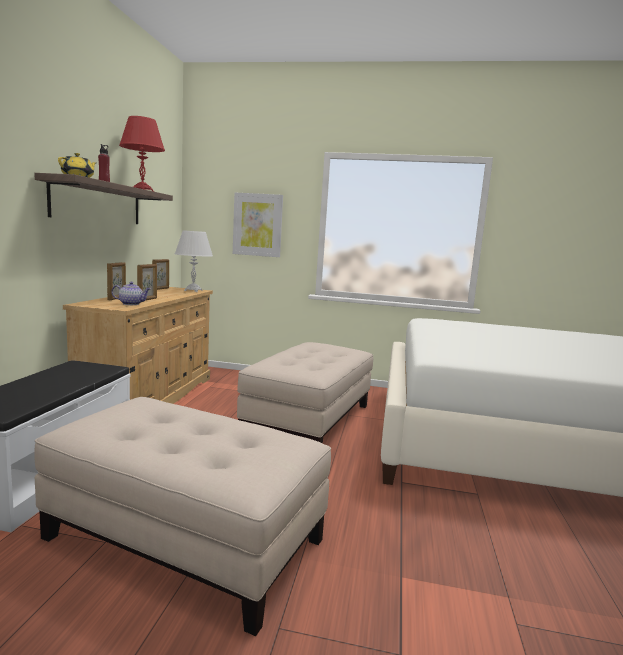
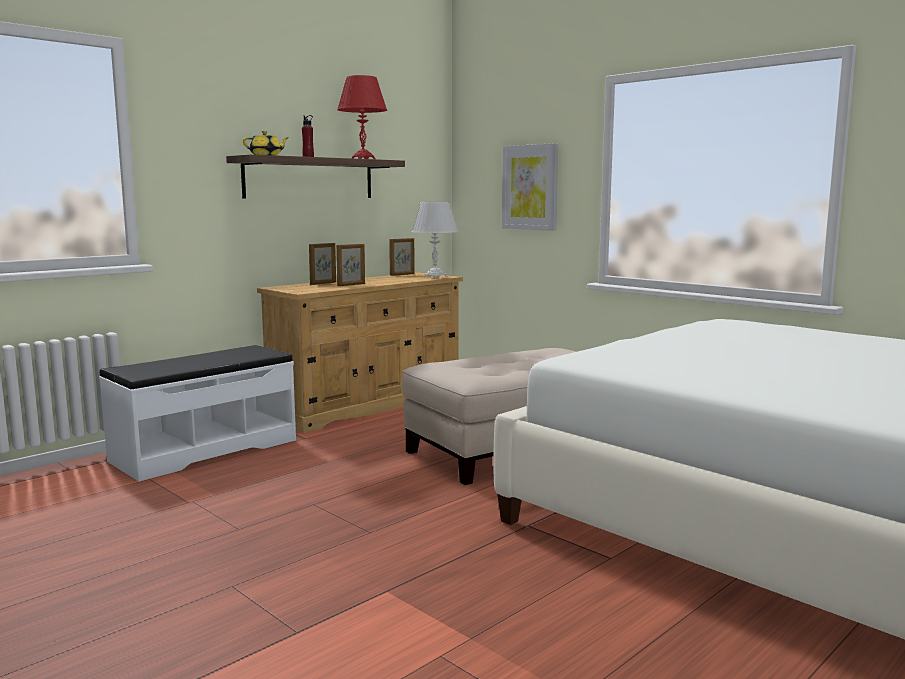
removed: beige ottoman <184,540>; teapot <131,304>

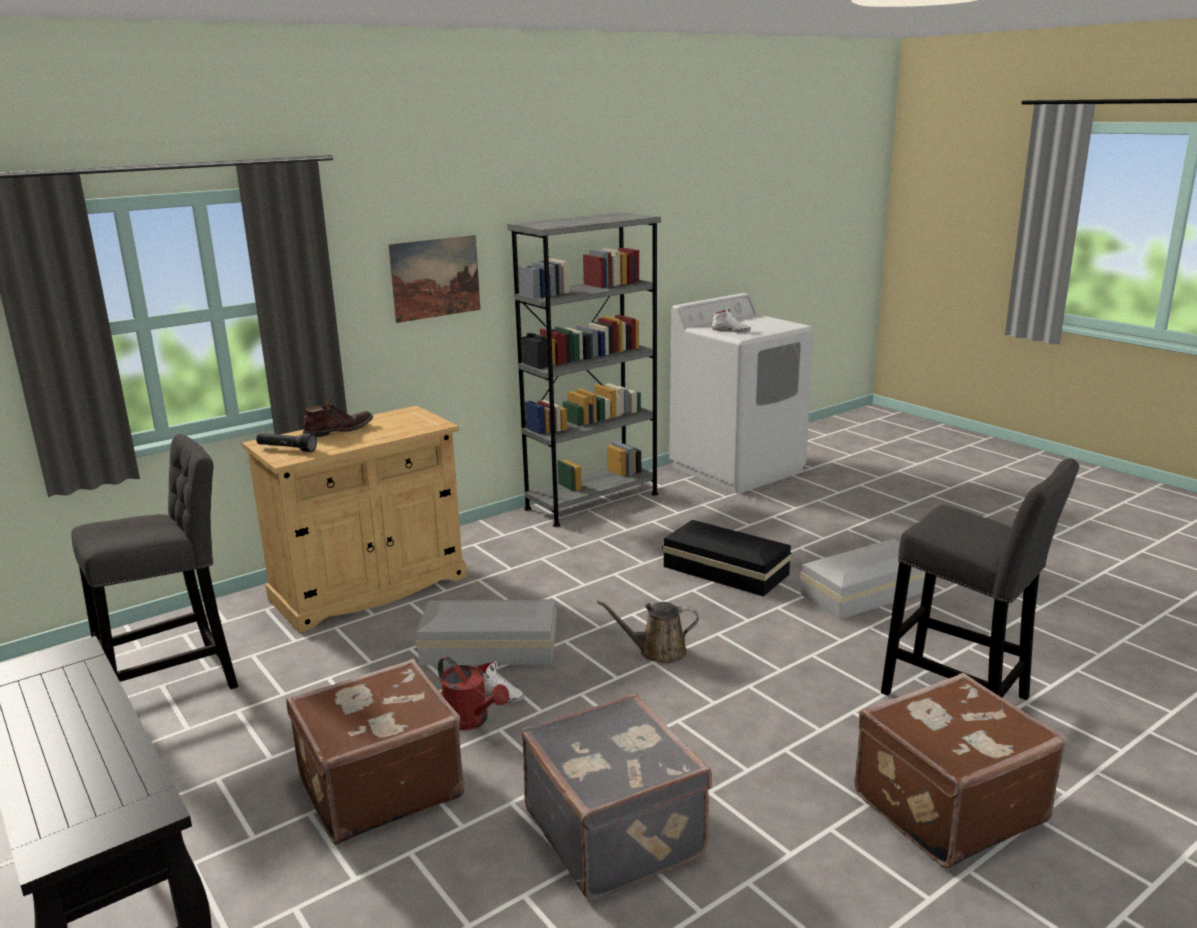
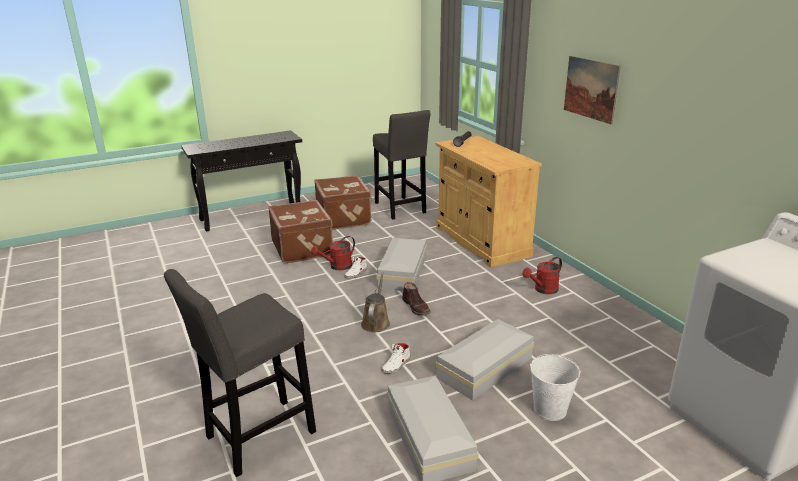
removed: grey bookcase <592,501>; grey suitcase <616,832>
added: red watering can <543,290>; white bucket <550,409>
moved: brown boot <338,430> to <416,307>; white shoe <731,330> to <396,365>; brown suitcase <946,806> to <344,218>
recoloured: black storage box <724,569> to white storage box <487,367>

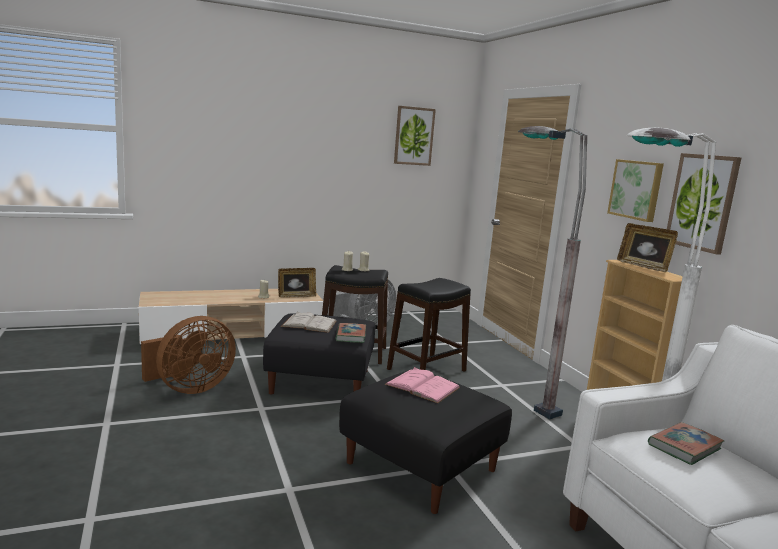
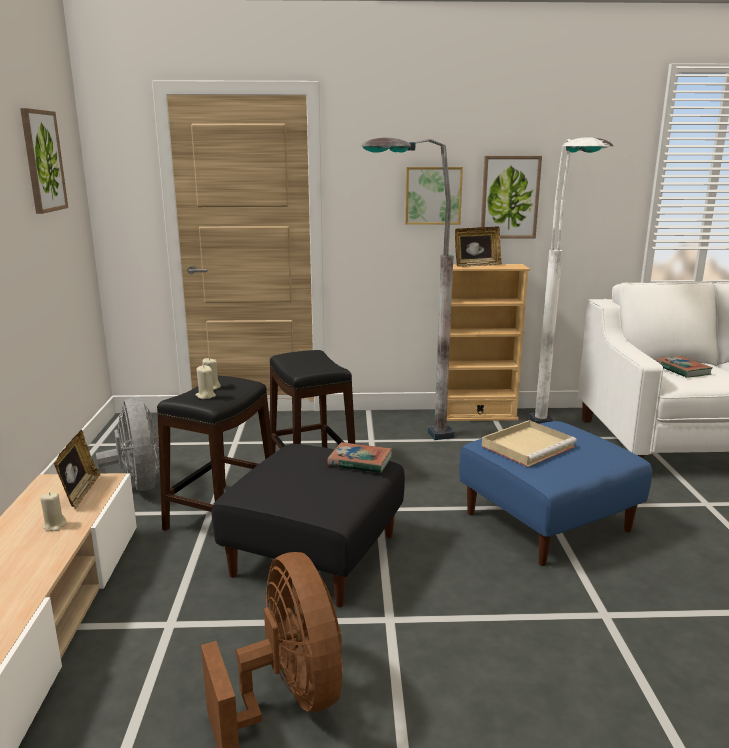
removed: white book <309,324>
replaced: pink book <422,386> to beige tray <528,446>
recoloured: black ottoman <422,466> to blue ottoman <547,521>

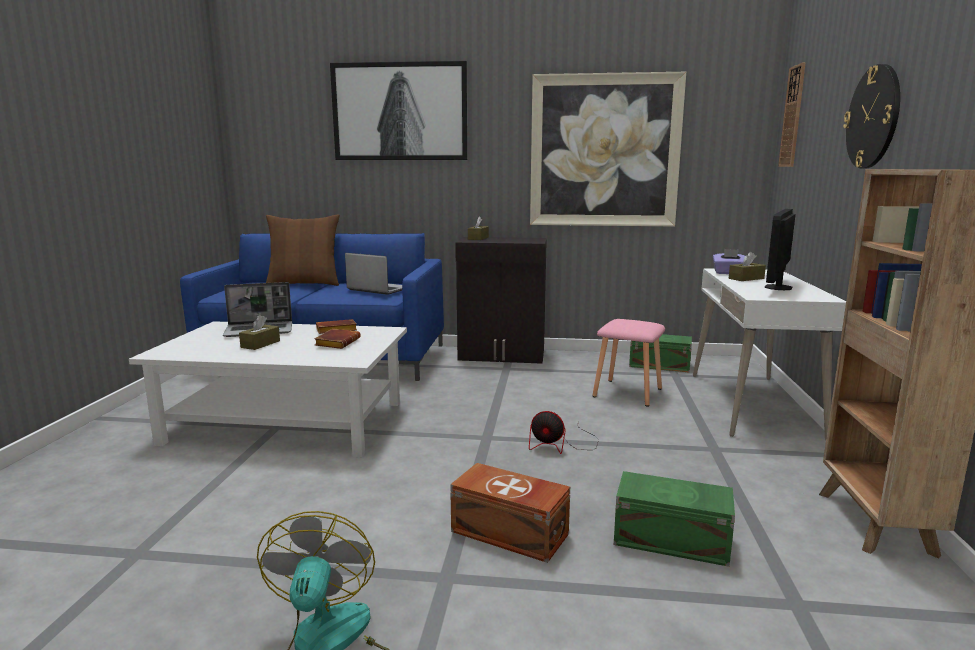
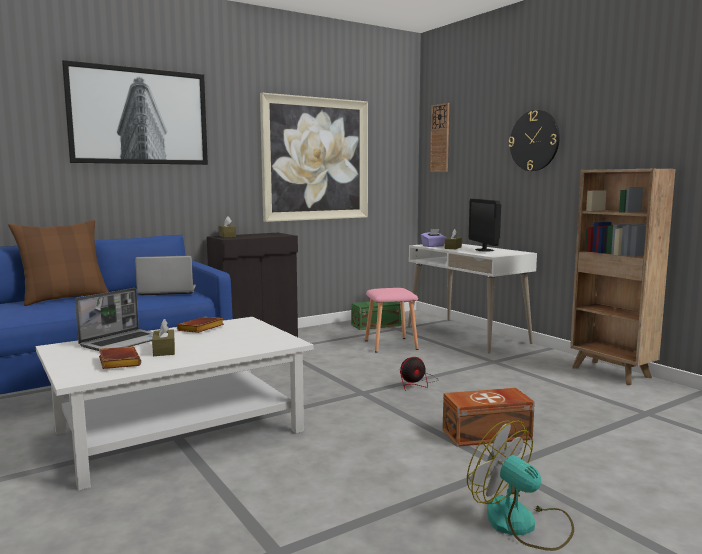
removed: green storage box <672,541>
moved: brown book <337,342> to <117,362>

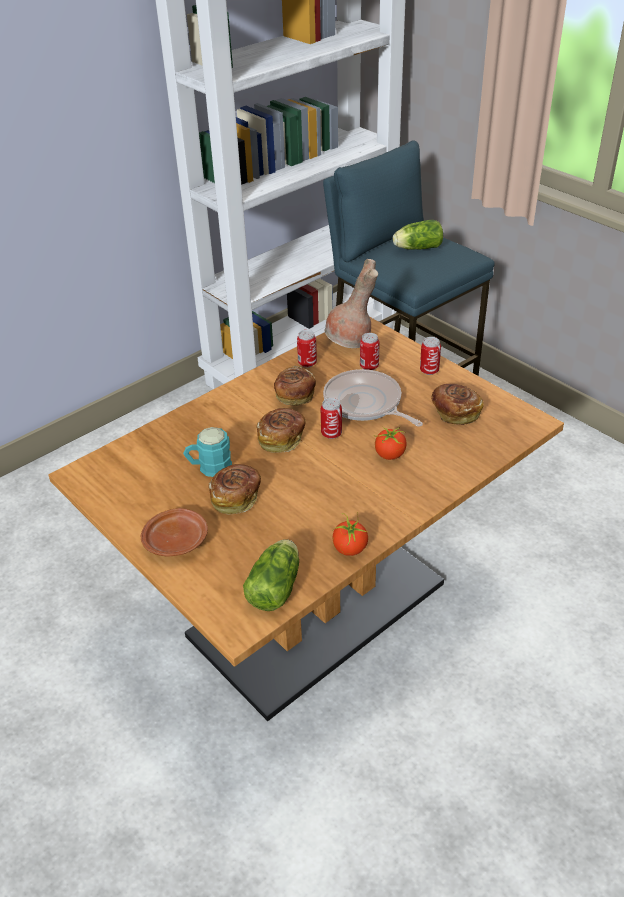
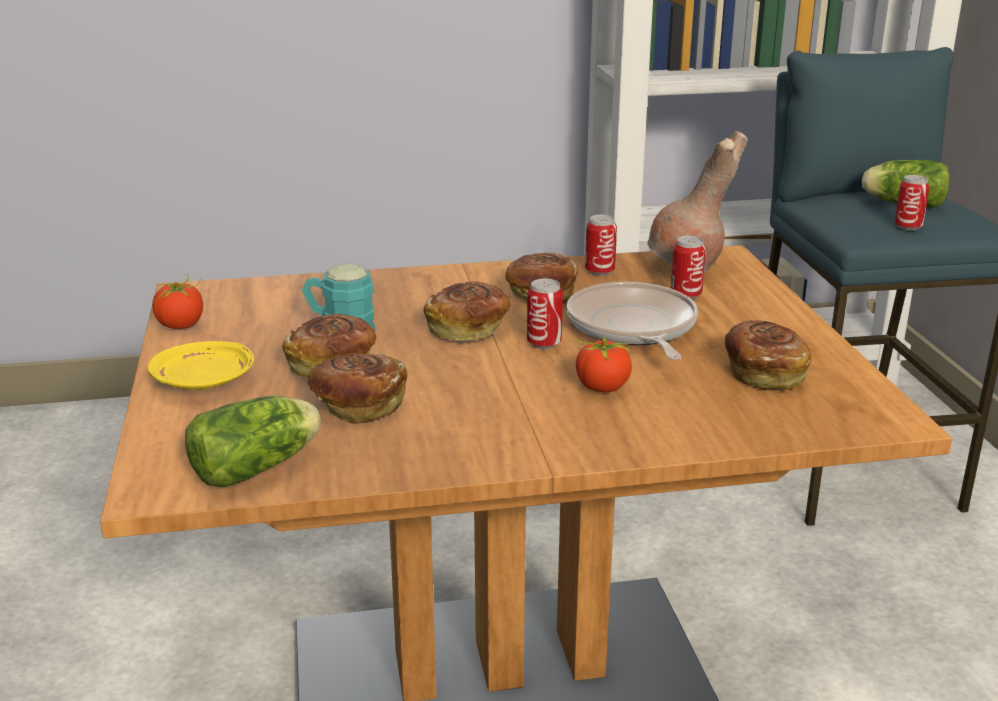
added: bread <358,406>
moved: tomato <350,548> to <181,325>; can <429,370> to <908,227>
recoloured: brown plate <177,540> to yellow plate <205,381>

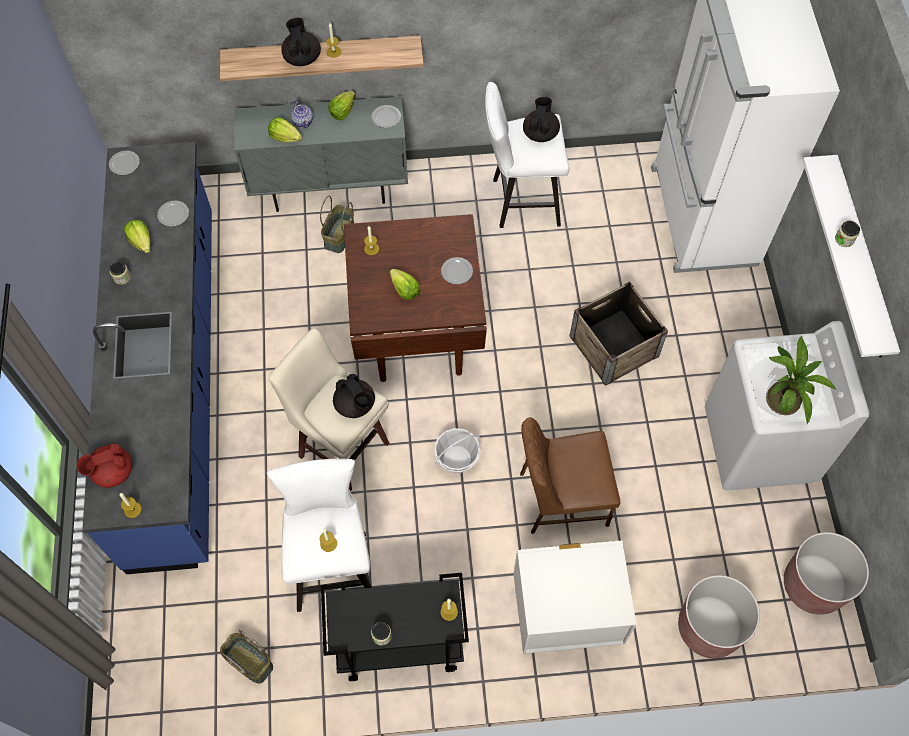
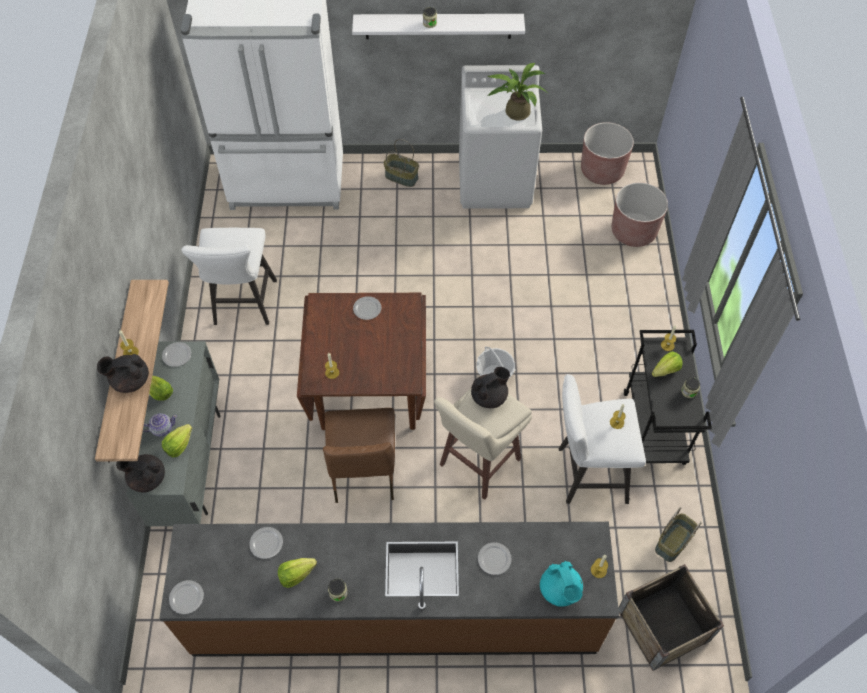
removed: white nightstand <565,618>
added: plate <493,559>
moved: basket <340,236> to <402,177>; lettuce <404,290> to <665,370>; brown chair <561,497> to <363,471>; black teapot <540,133> to <147,478>; crate <613,346> to <663,625>
recoloured: red teapot <112,472> to turquoise teapot <560,590>; blue counter <176,382> to brown counter <395,612>

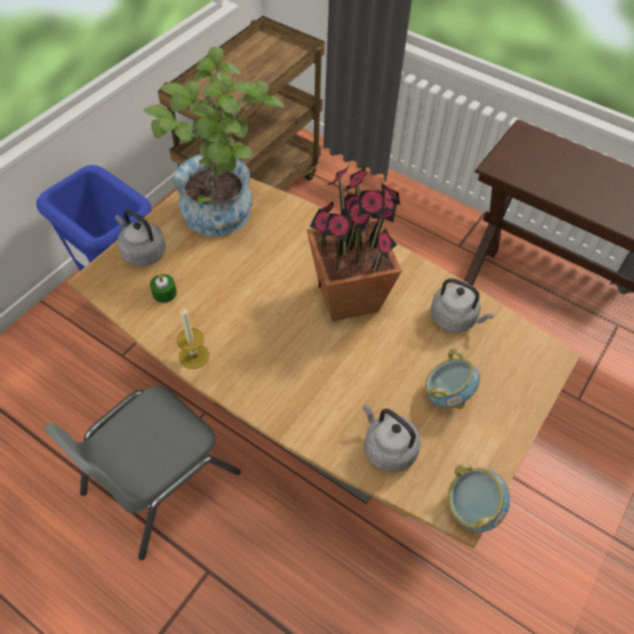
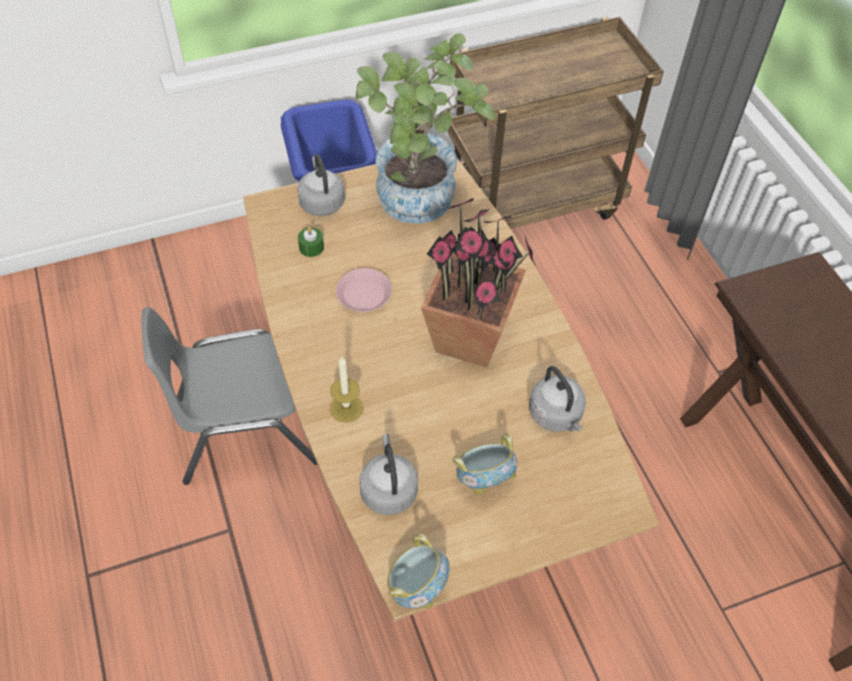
added: pink plate <363,294>
moved: candle <194,356> to <346,408>

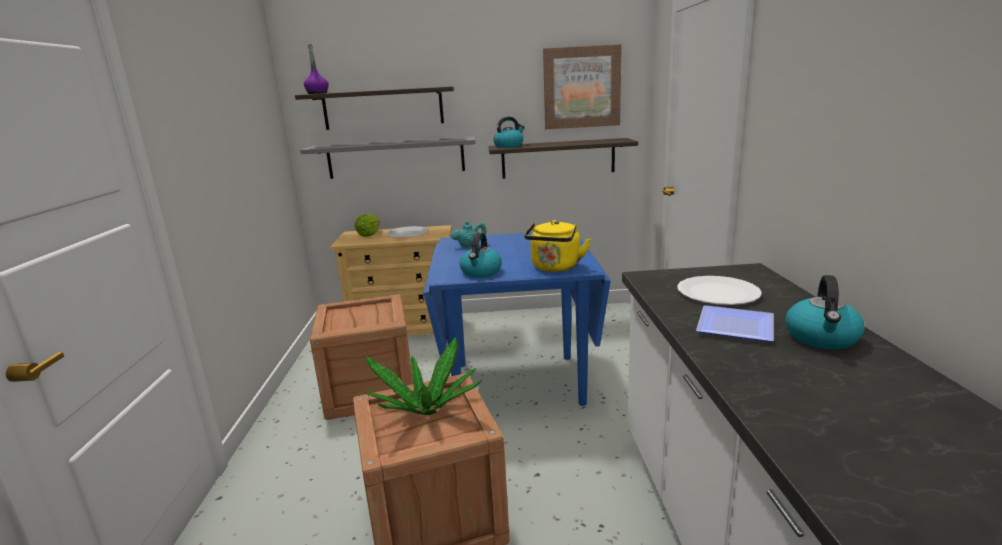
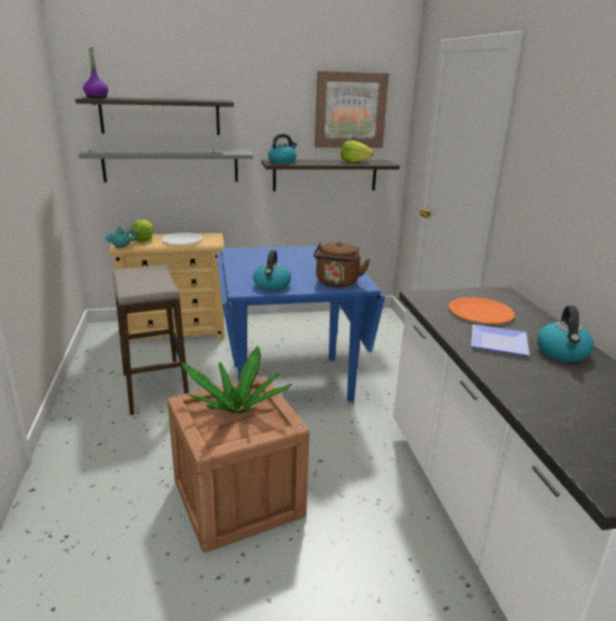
added: lettuce <354,162>
moved: turquoise teapot <469,246> to <122,247>
replaced: crate <370,390> to stool <155,389>
recoloured: yellow kettle <555,268> to brown kettle <337,283>; white plate <718,293> to orange plate <480,312>

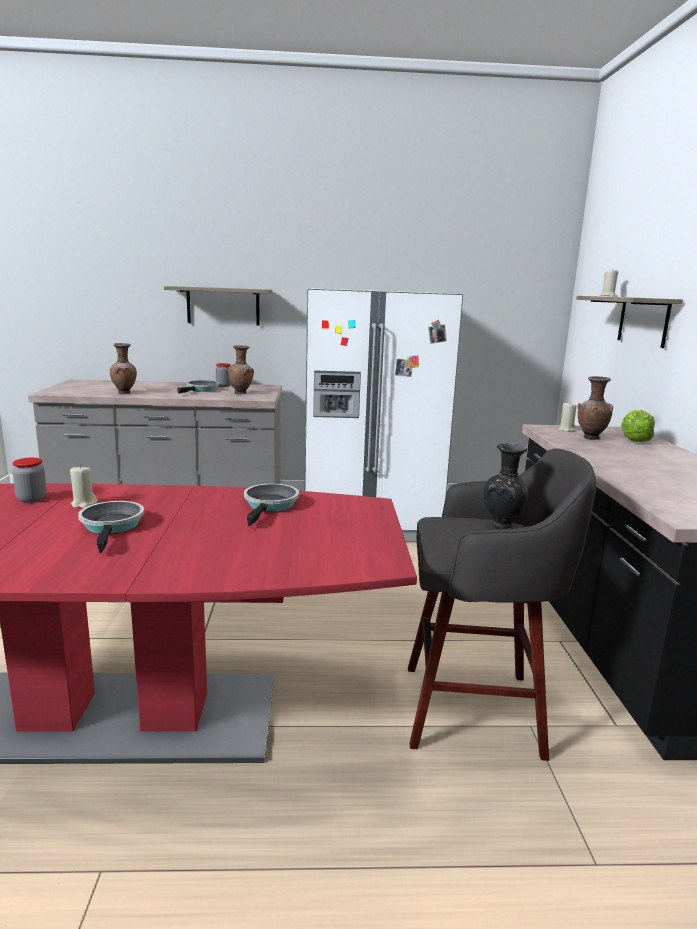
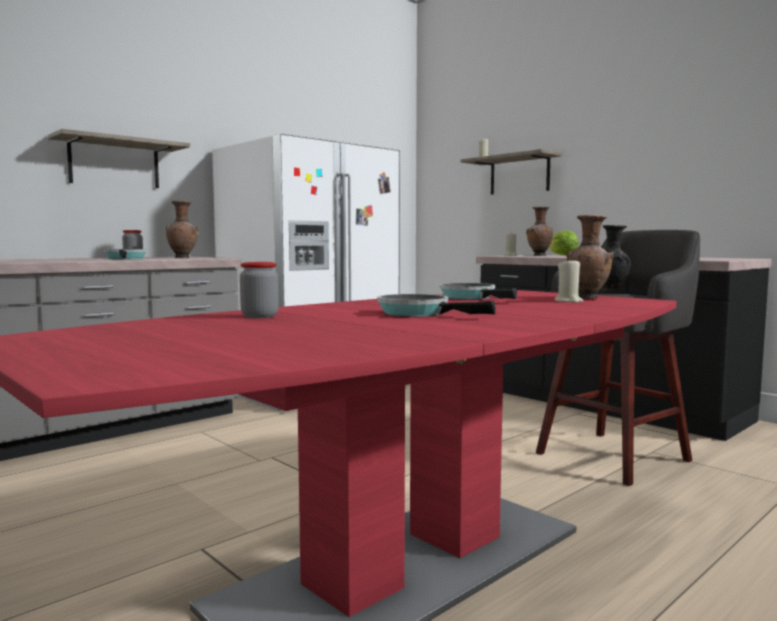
moved: beige candle <84,504> to <568,301>; brown vase <125,393> to <588,298>

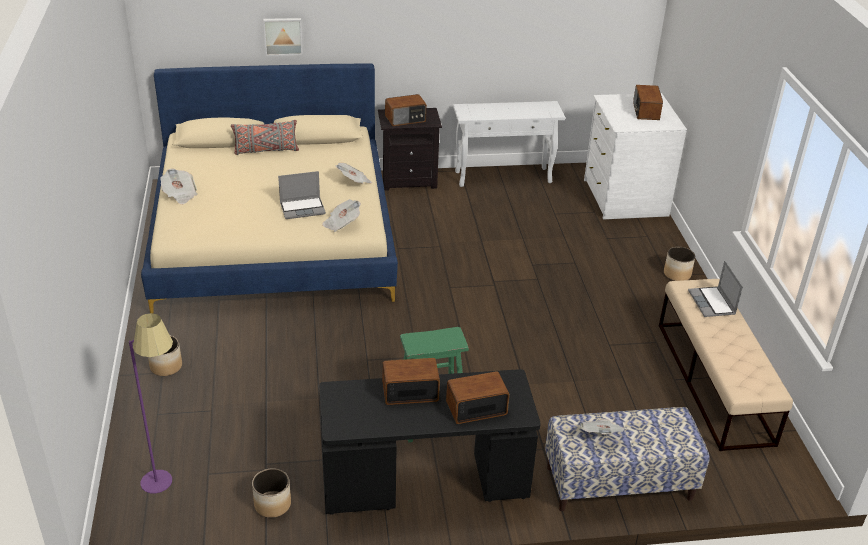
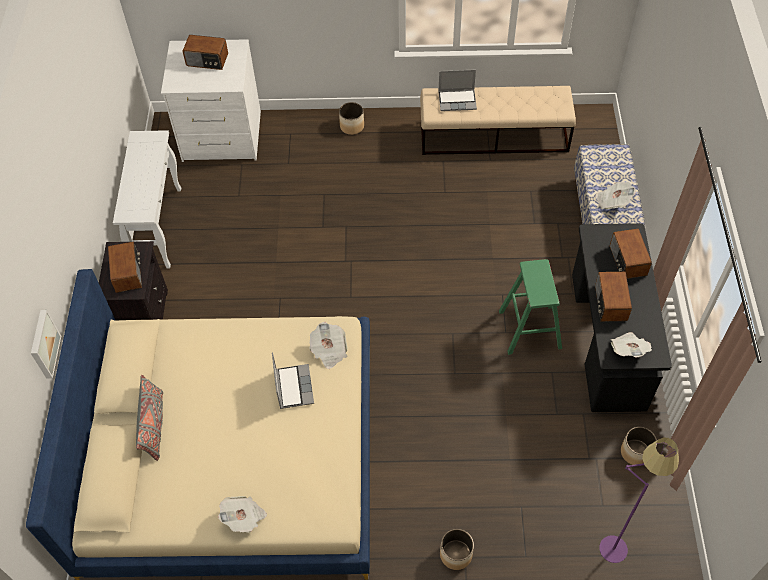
moved: newspaper <354,182> to <628,350>

